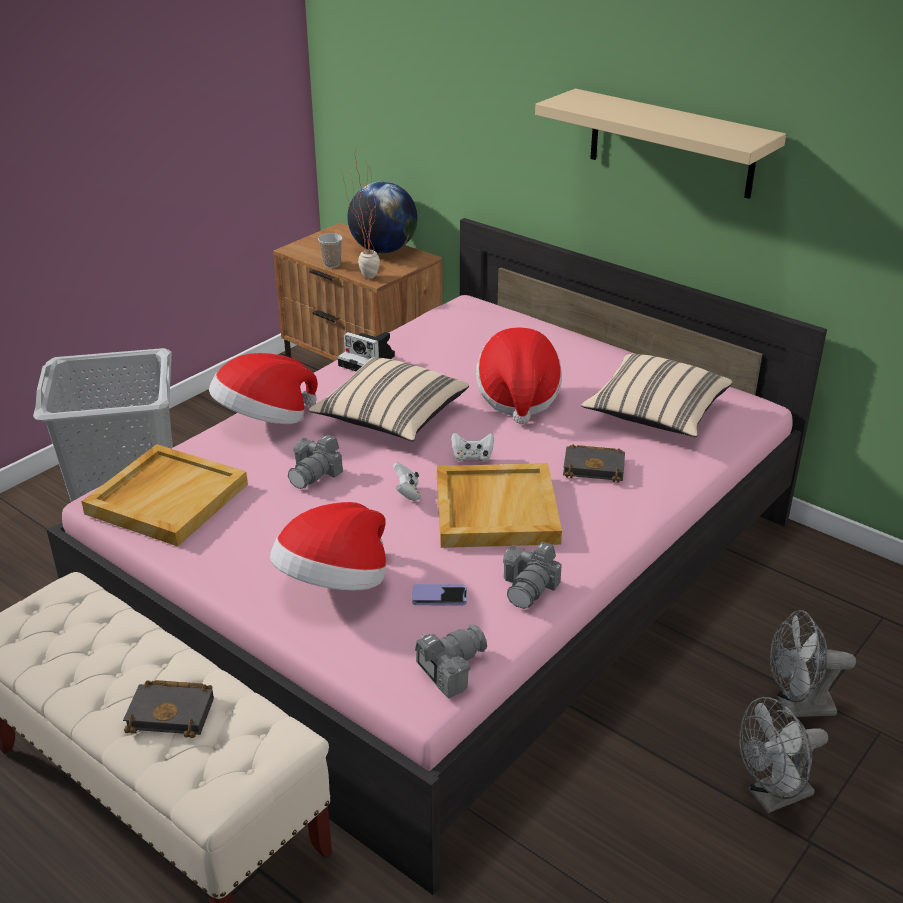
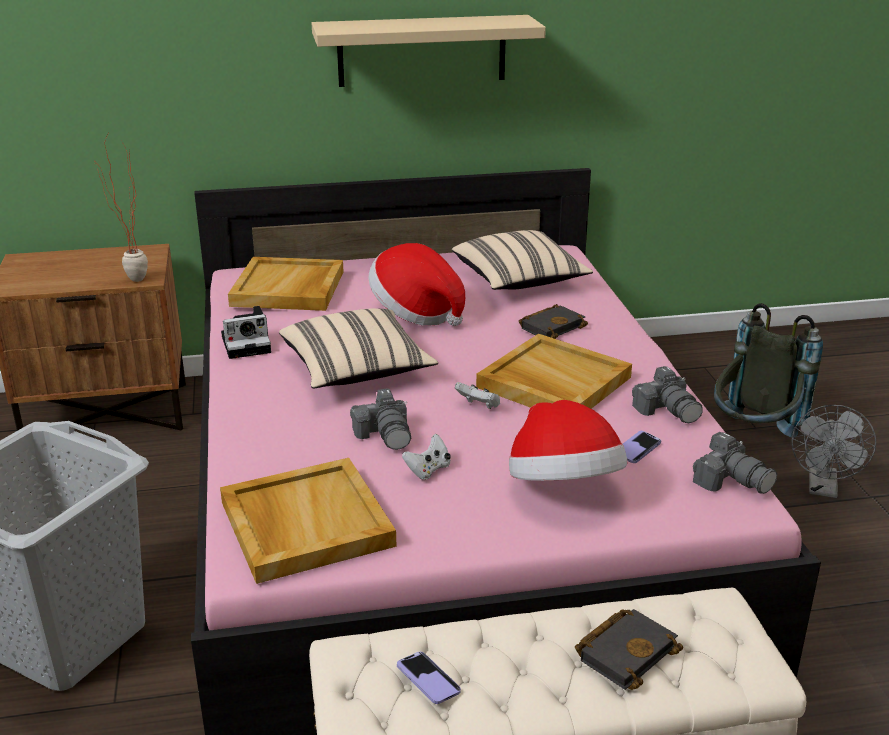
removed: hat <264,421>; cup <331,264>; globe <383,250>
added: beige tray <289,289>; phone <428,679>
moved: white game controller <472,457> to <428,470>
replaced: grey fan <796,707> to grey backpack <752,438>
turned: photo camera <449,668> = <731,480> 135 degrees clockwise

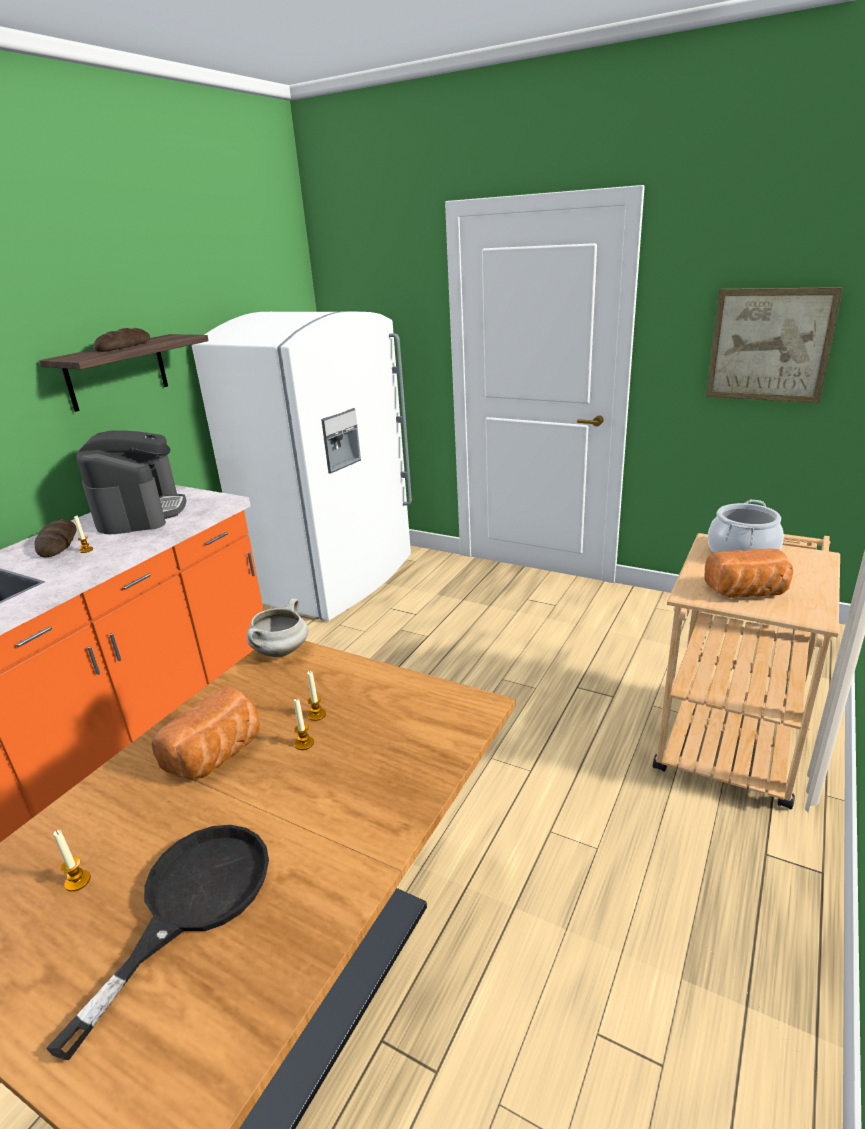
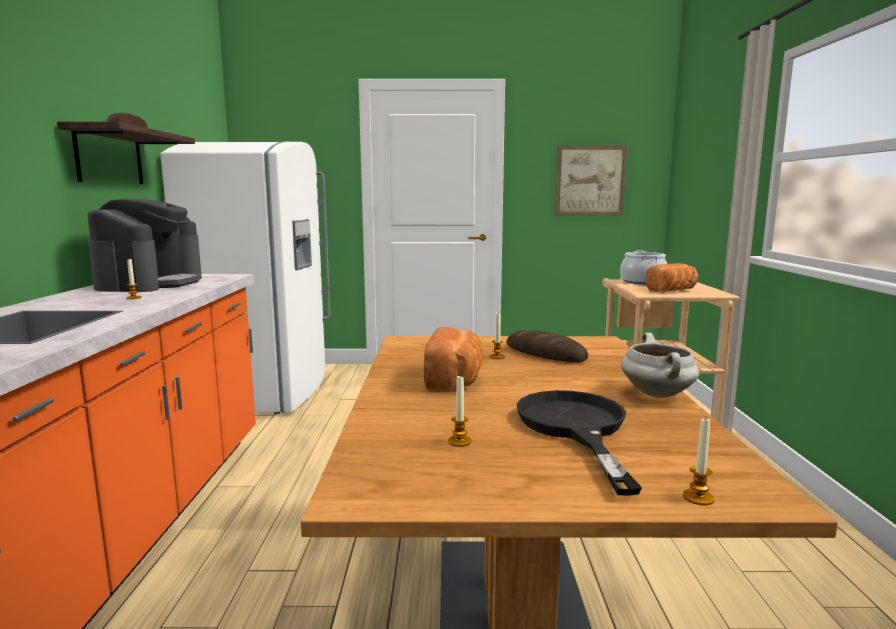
moved: bread <57,543> to <545,353>; white cooking pot <281,652> to <658,394>; candle <304,743> to <698,498>
turned: coffee machine <140,512> = <151,283> 45 degrees clockwise

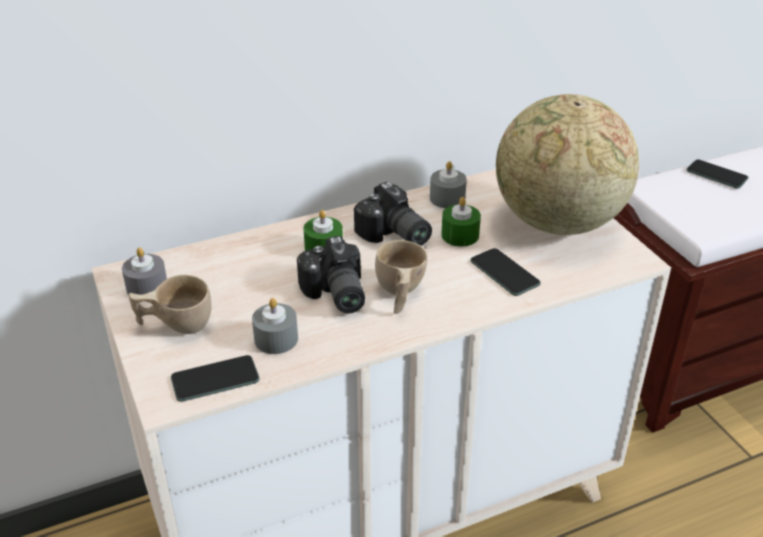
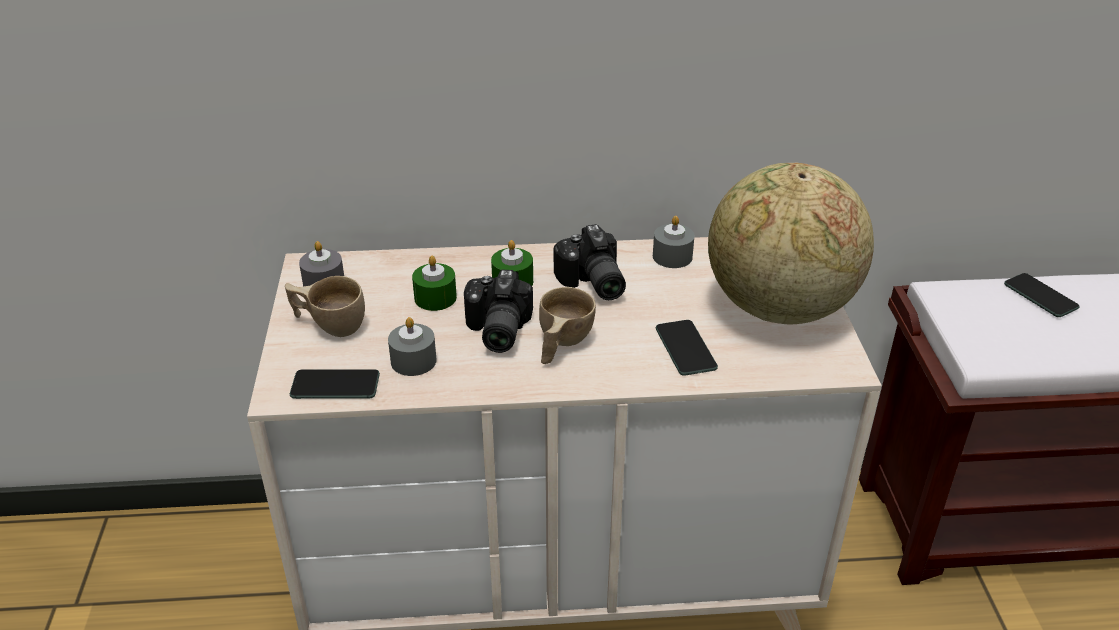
moved: green candle <460,235> to <435,298>

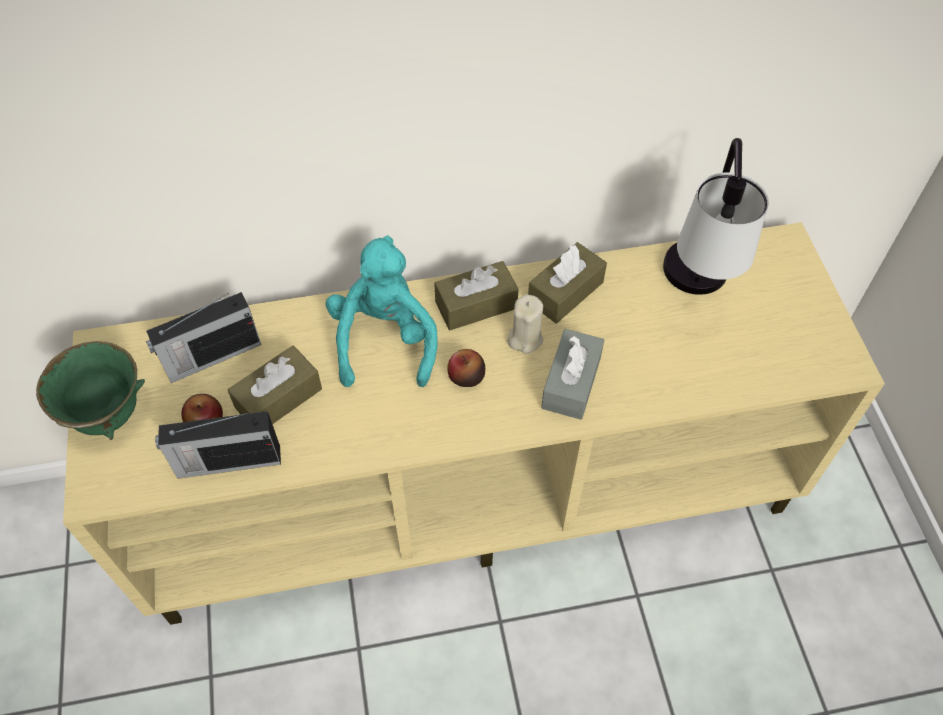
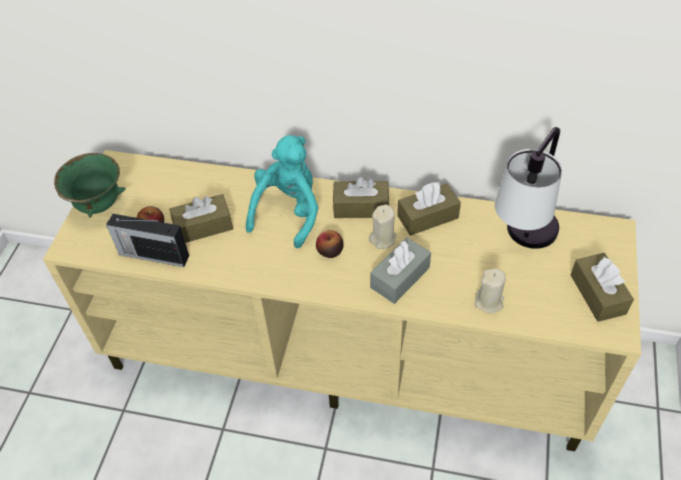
removed: radio <211,357>
added: beige candle <489,302>; brown tissue box <597,294>

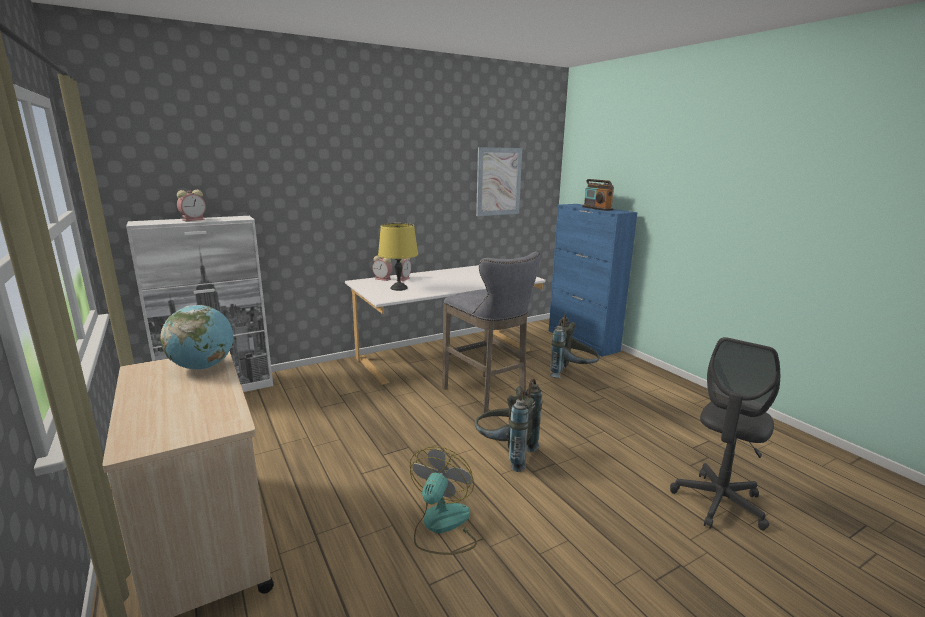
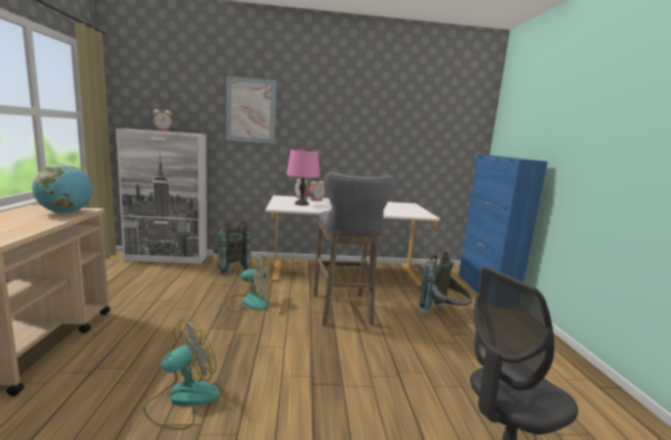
removed: radio <597,208>
added: fan <248,302>
moved: grey backpack <505,454> to <230,268>; picture <498,181> to <251,110>
recoloured: yellow table lamp <399,288> to pink table lamp <302,204>

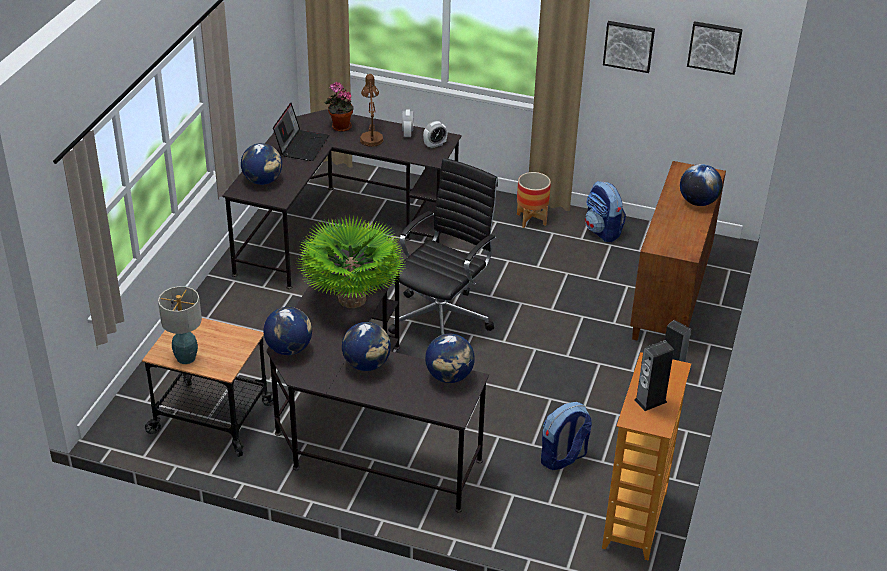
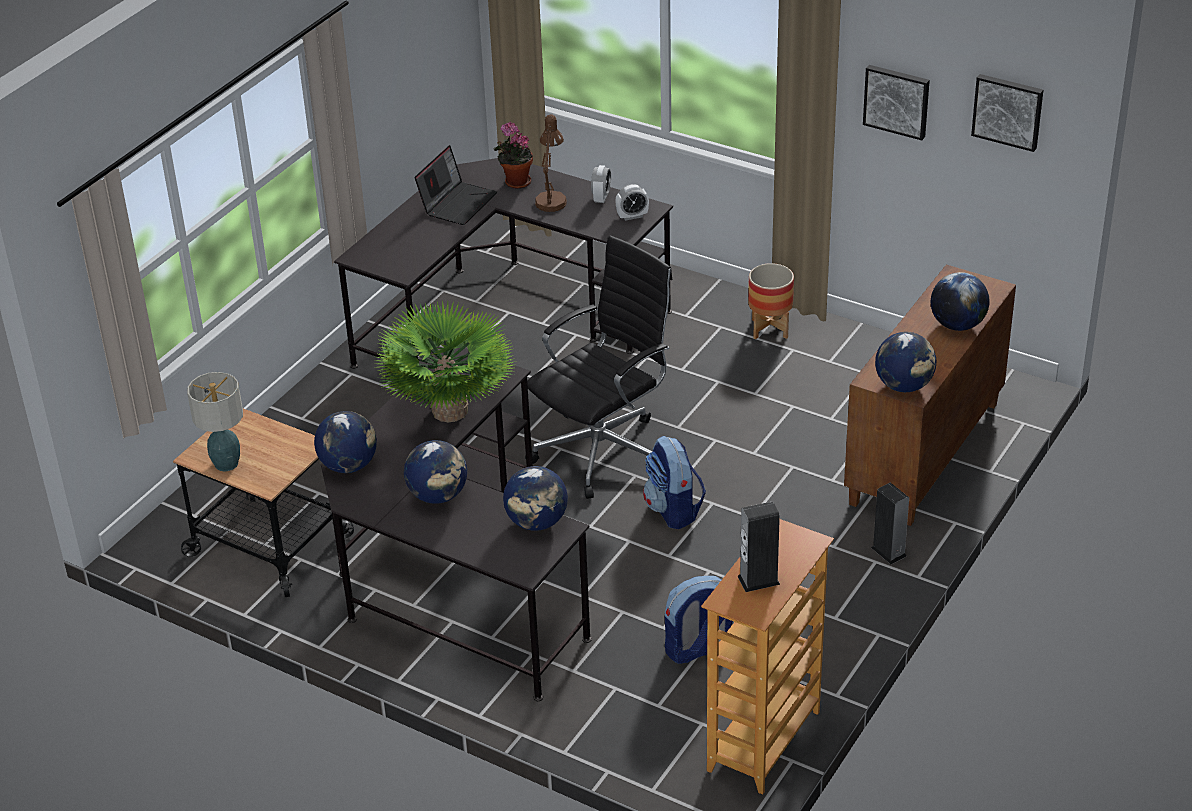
moved: globe <263,181> to <904,386>; backpack <602,231> to <673,510>

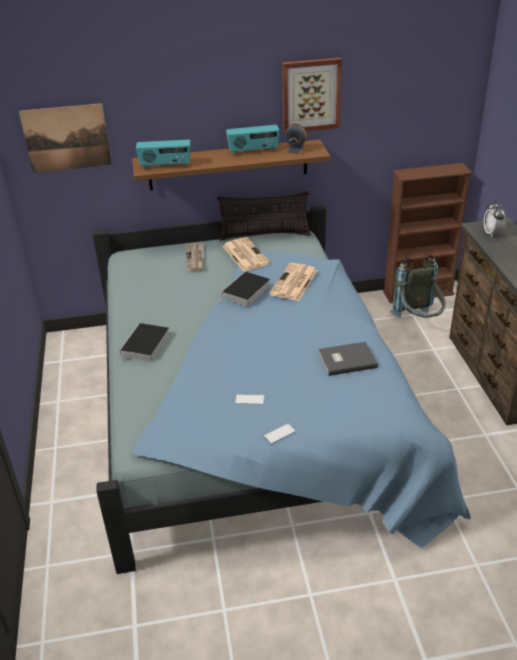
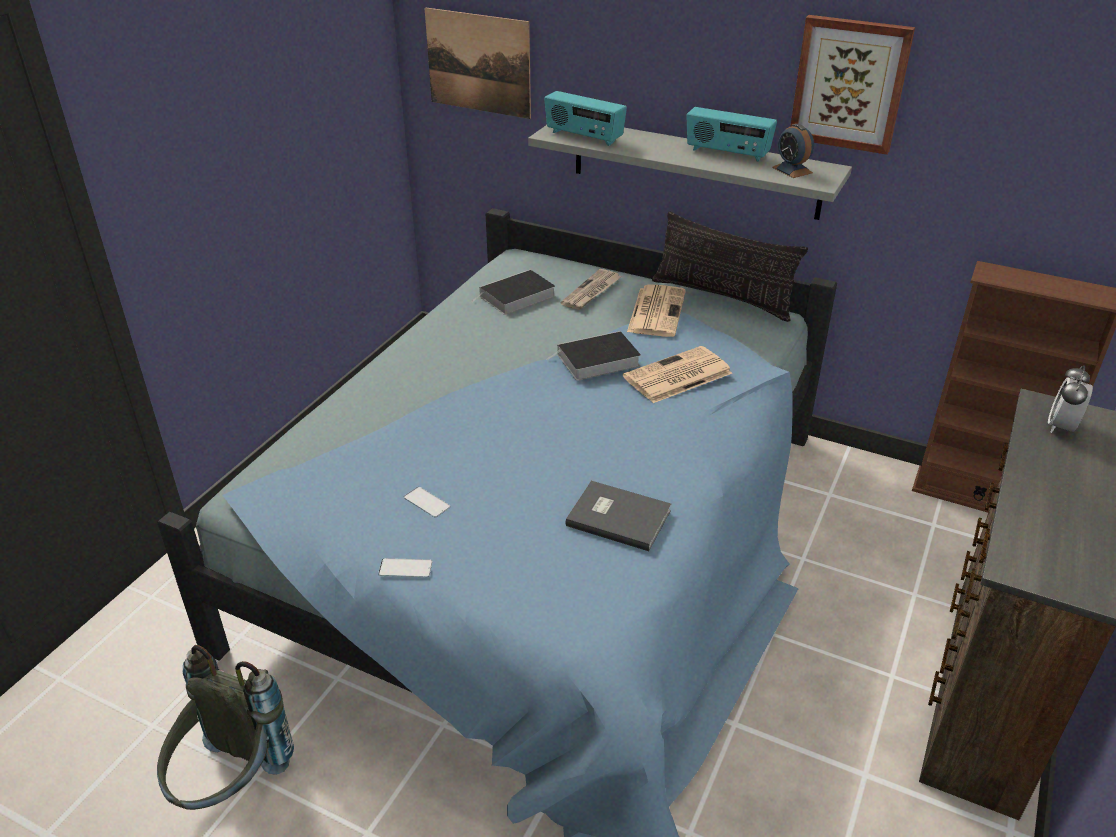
moved: book <145,346> to <516,297>; grey backpack <418,321> to <231,785>
recoloured: brown shelf <228,165> to grey shelf <694,167>

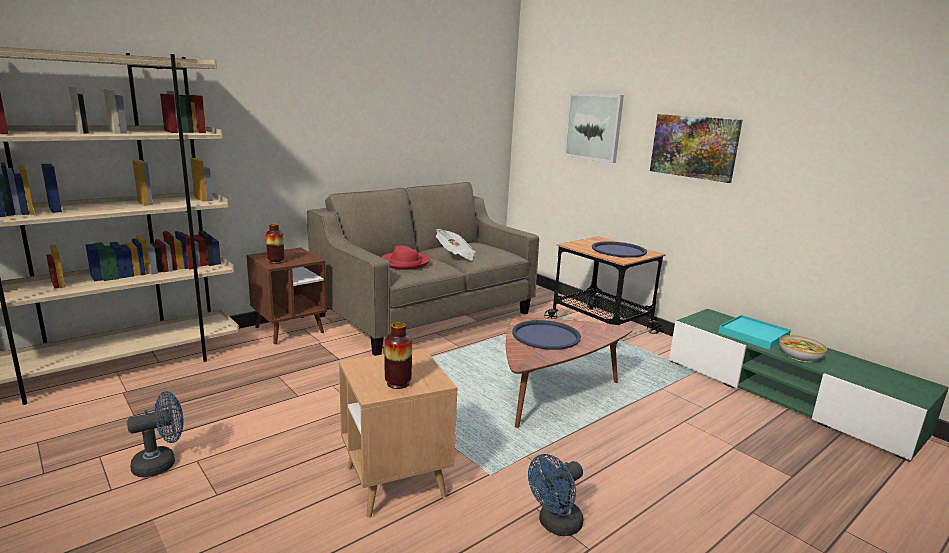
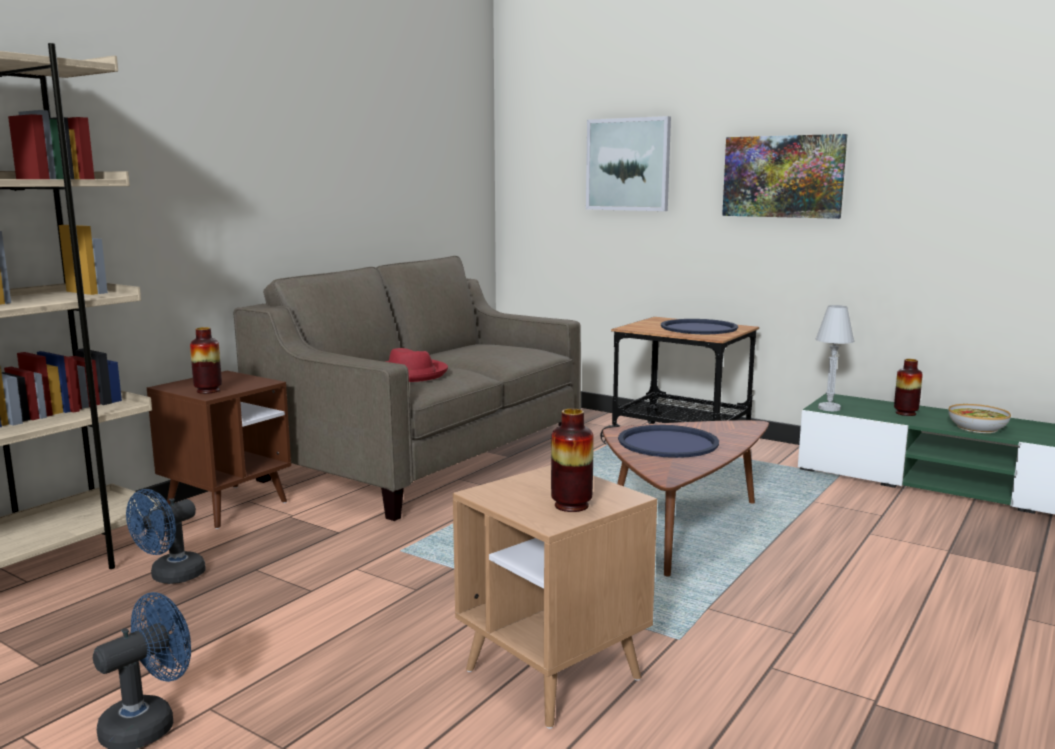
removed: newspaper <455,255>
added: white table lamp <829,408>
moved: blue fan <555,525> to <170,577>
replaced: turquoise tray <753,335> to vase <905,413>

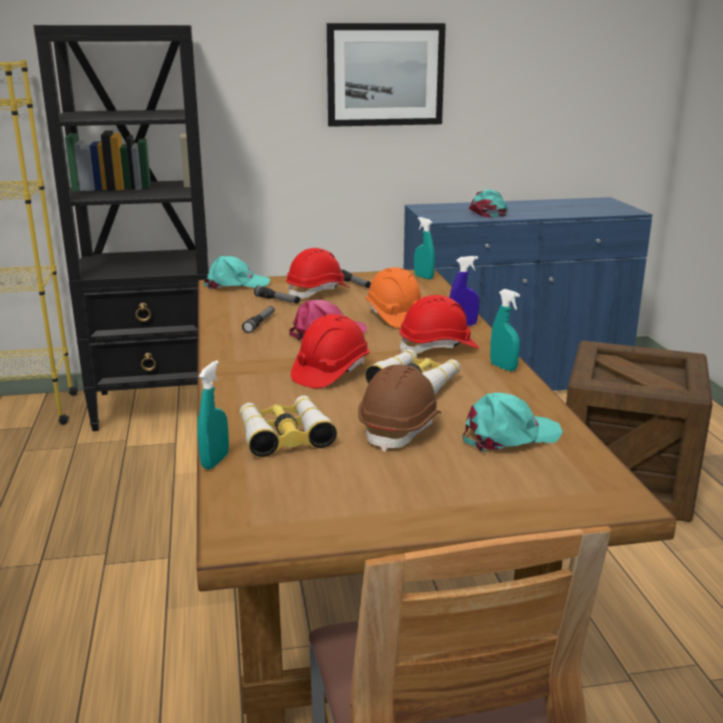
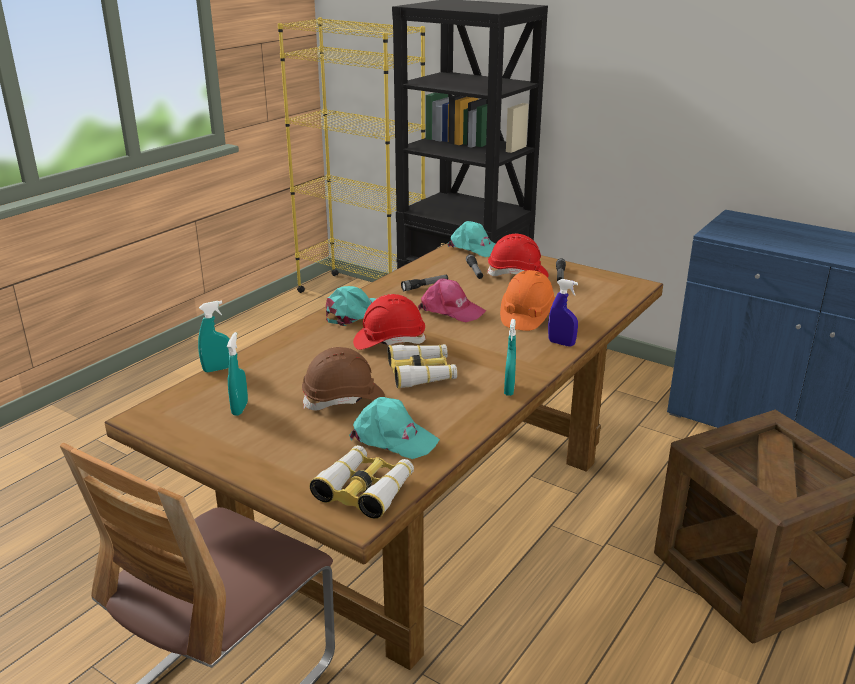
removed: picture <385,75>; red hard hat <438,348>
moved: binoculars <284,435> to <365,489>; turquoise spray bottle <423,277> to <240,408>; turquoise cap <488,212> to <354,313>

